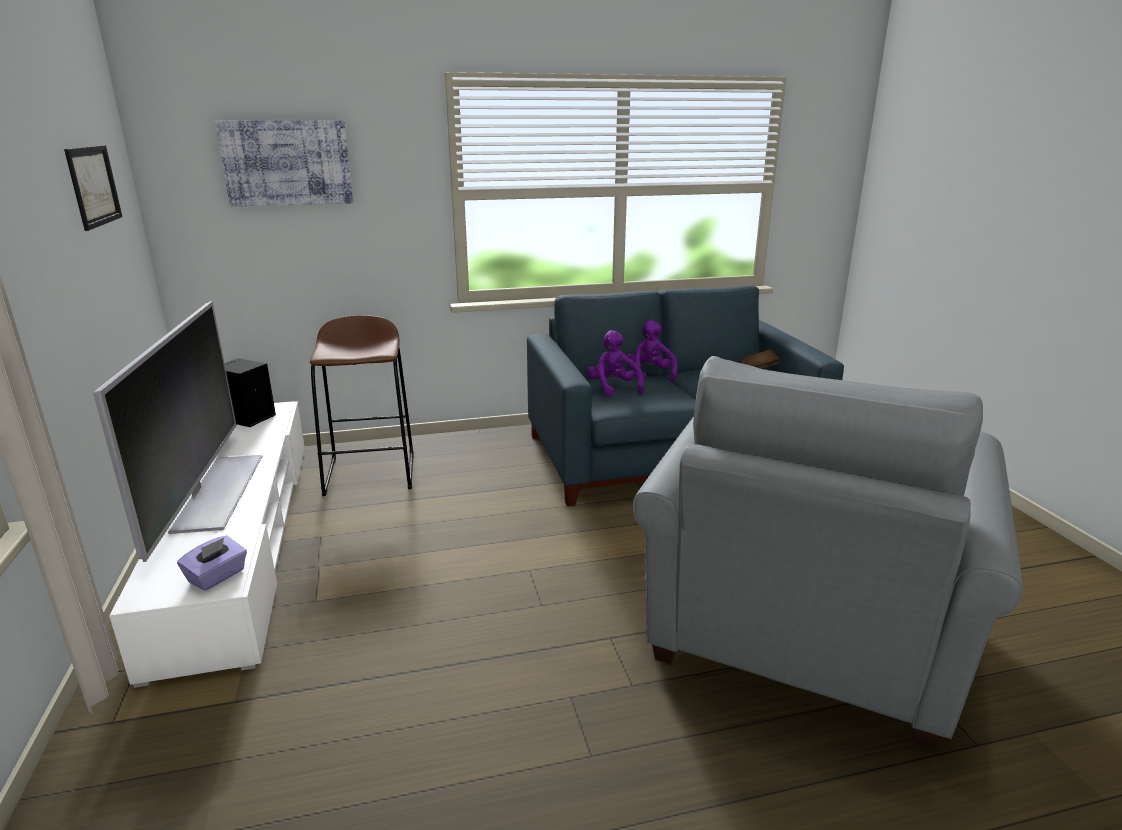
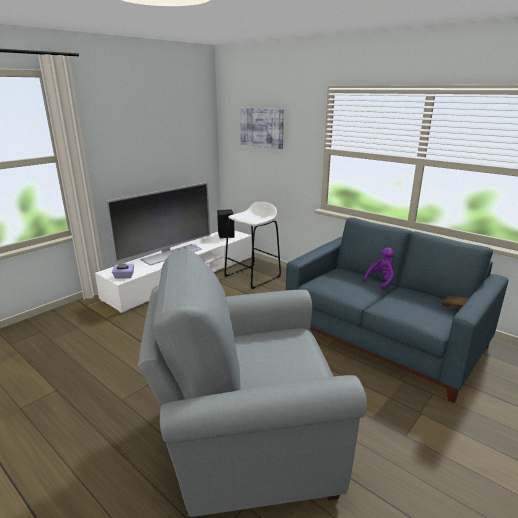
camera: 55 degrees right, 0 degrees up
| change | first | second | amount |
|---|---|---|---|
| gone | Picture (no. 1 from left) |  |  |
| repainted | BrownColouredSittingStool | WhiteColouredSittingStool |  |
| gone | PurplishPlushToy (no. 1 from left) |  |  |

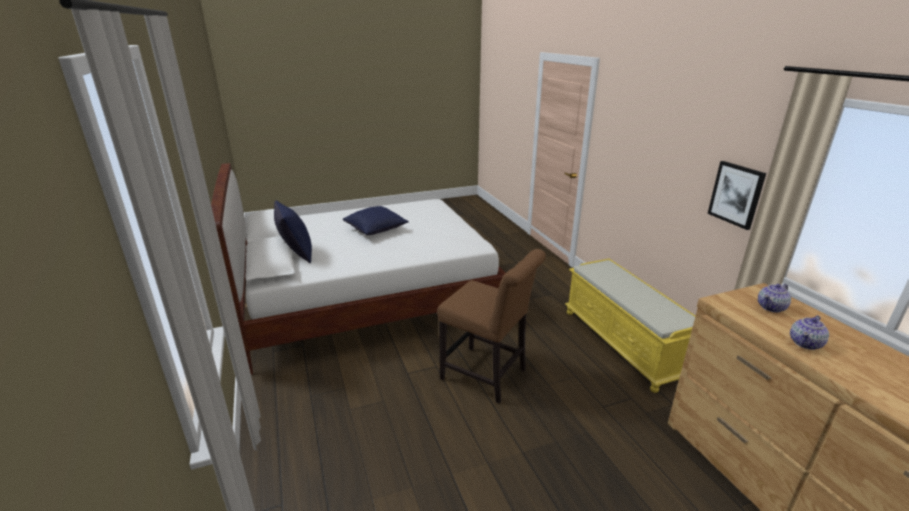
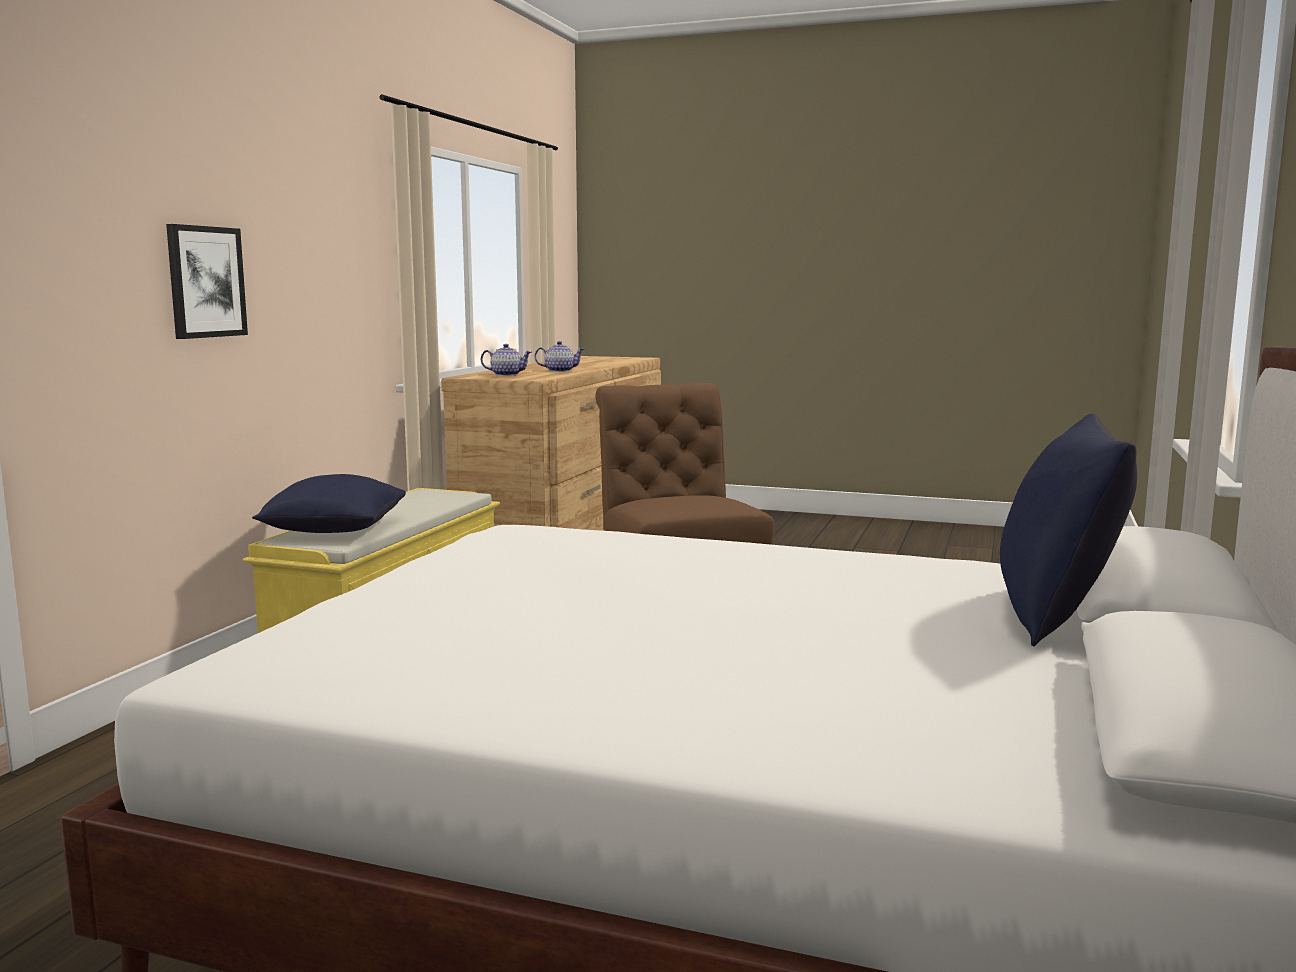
camera: 140 degrees left, 15 degrees down
| change | first | second | amount |
|---|---|---|---|
| shifted | Picture |  |  |
| shifted | BluishCushion (no. 2 from left in the first image) | BluishCushion (no. 1 from left) |  |

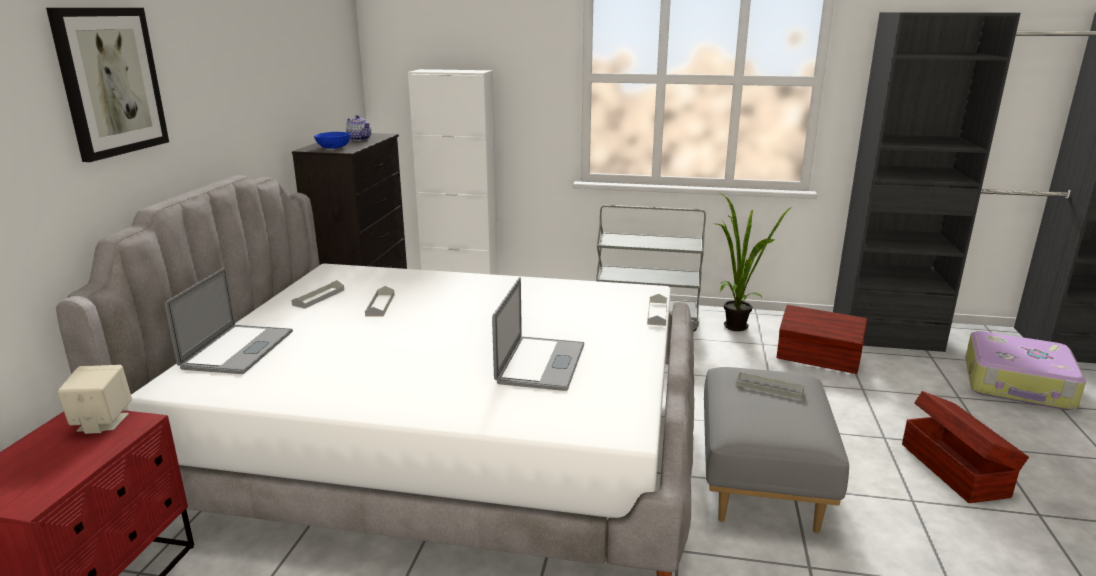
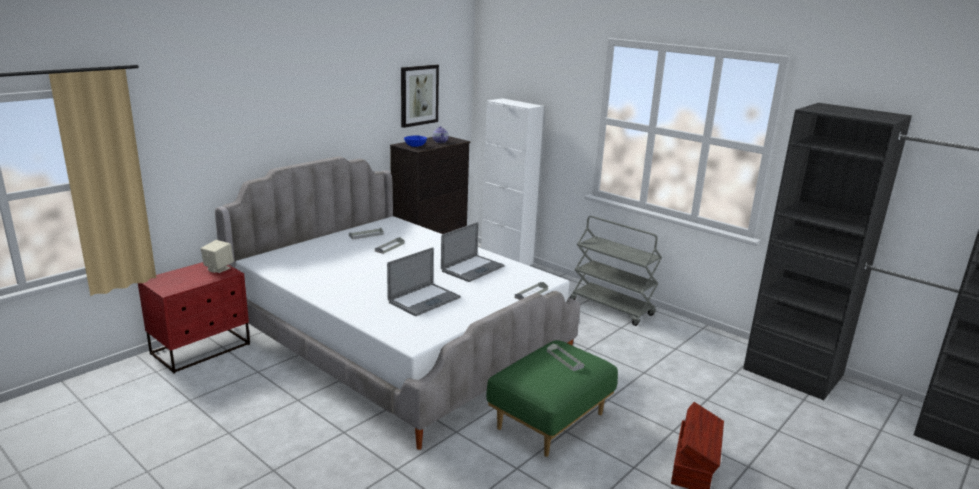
camera: 30 degrees right, 0 degrees up
| change | first | second | amount |
|---|---|---|---|
| shifted | Picture |  |  |
| gone | Houseplant |  |  |
| shifted | PortableComputer (no. 1 from left in the first image) | PortableComputer (no. 2 from left) |  |
| gone | BrownColouredStorageContainer (no. 1 from left) |  |  |
| gone | PieceOfLuggage |  |  |
| repainted | GreyPouffe | GreenishPouffe |  |

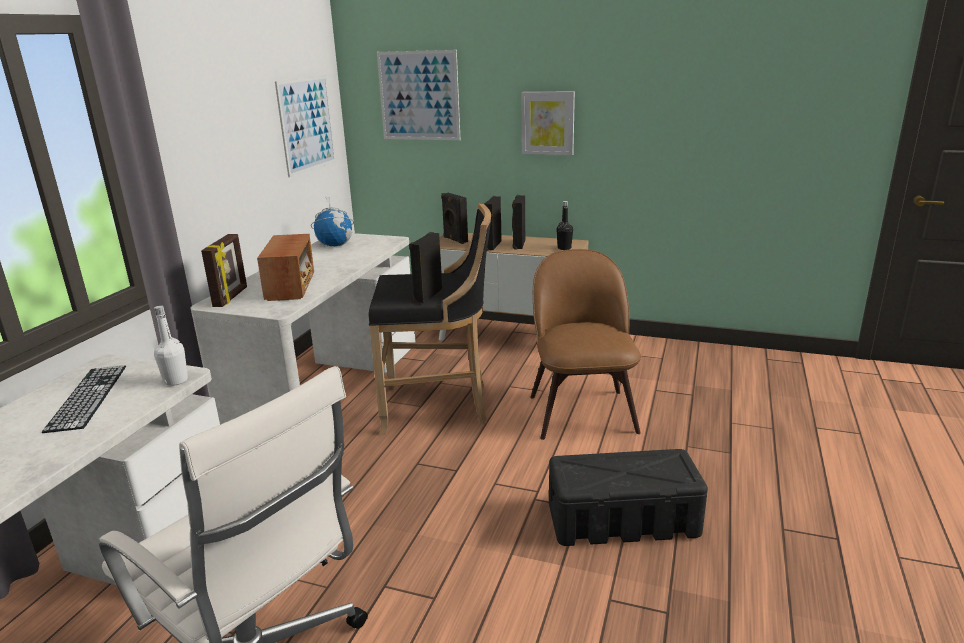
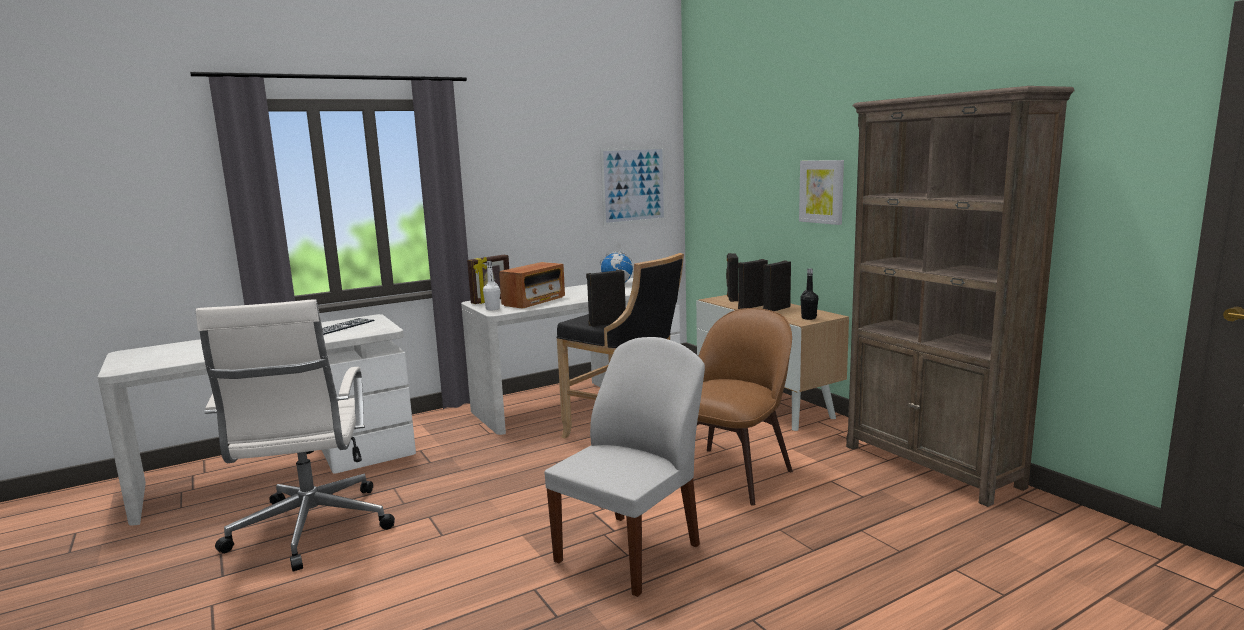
camera: 40 degrees right, 10 degrees down
| change | first | second | amount |
|---|---|---|---|
| gone | Picture (no. 2 from left) |  |  |
| shifted | WhiteColouredDrinkBottle |  |  |
| swapped | BlackishStorageContainer | WhiteColouredUprightChair |  |
| new |  | BrownColouredShelvingUnit |  |

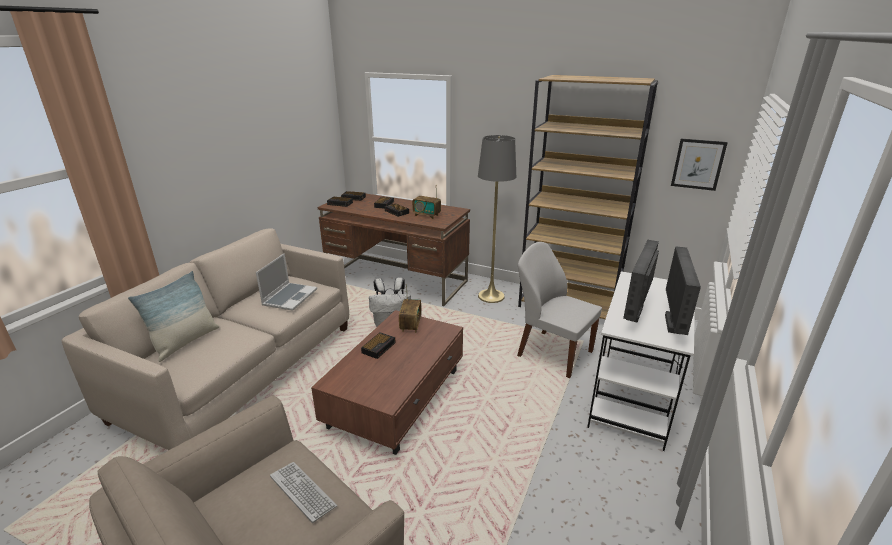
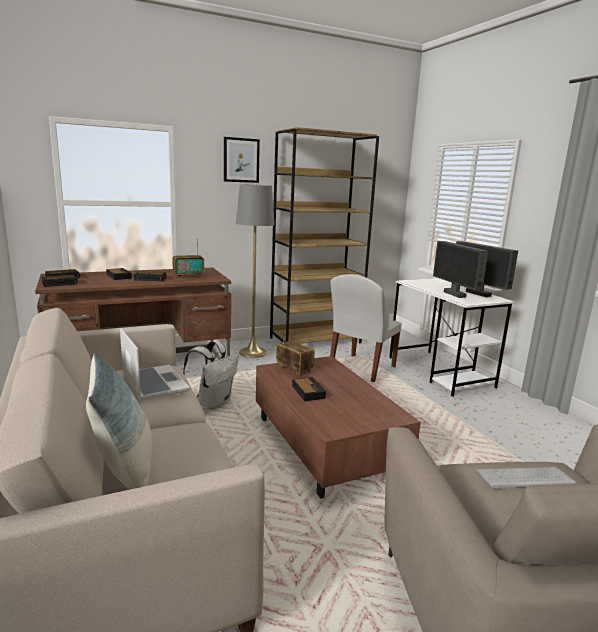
camera: 50 degrees left, 10 degrees down
| change | first | second | amount |
|---|---|---|---|
| shifted | Picture |  |  |
| rotated | WhiteColouredUprightChair |  | 45 degrees counterclockwise |

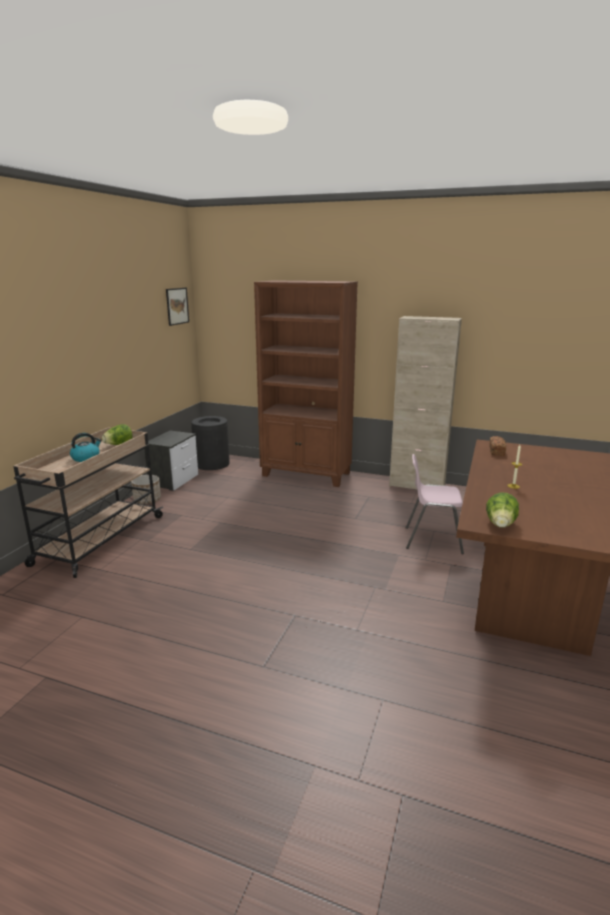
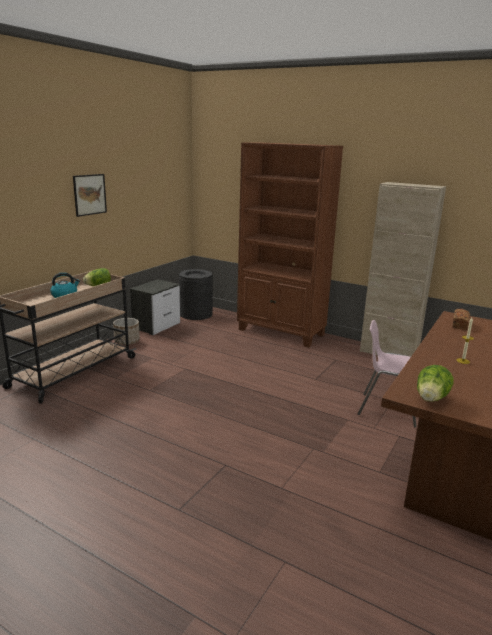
camera: 10 degrees right, 0 degrees up
| change | first | second | amount |
|---|---|---|---|
| shifted | Picture |  |  |

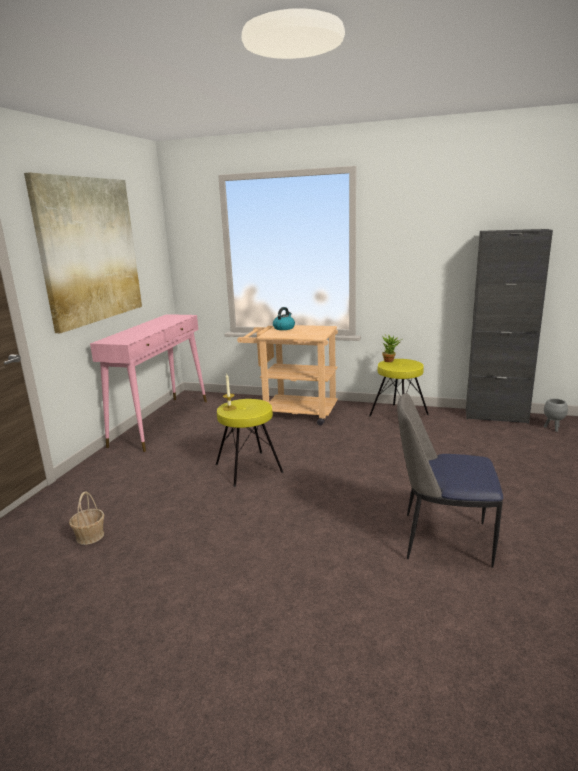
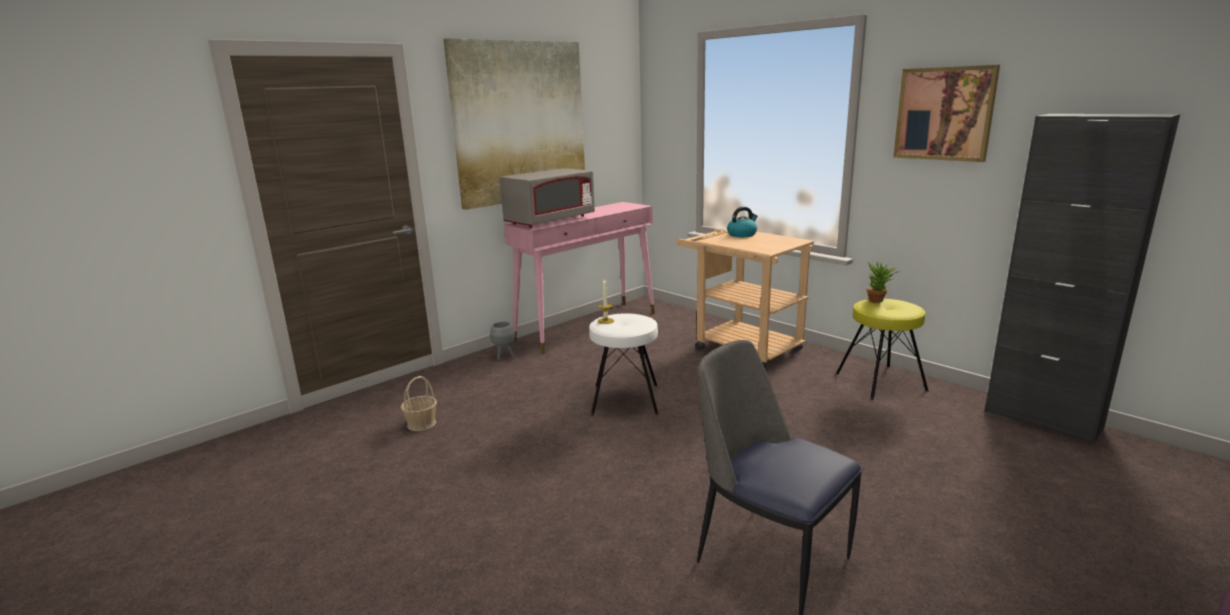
camera: 30 degrees right, 0 degrees up
| change | first | second | amount |
|---|---|---|---|
| repainted | YellowishSittingStool (no. 1 from left) | WhiteColouredSittingStool |  |
| shifted | GreyPlantPot |  |  |
| new |  | Picture (no. 2 from left) |  |
| new |  | GreyMicrowave |  |

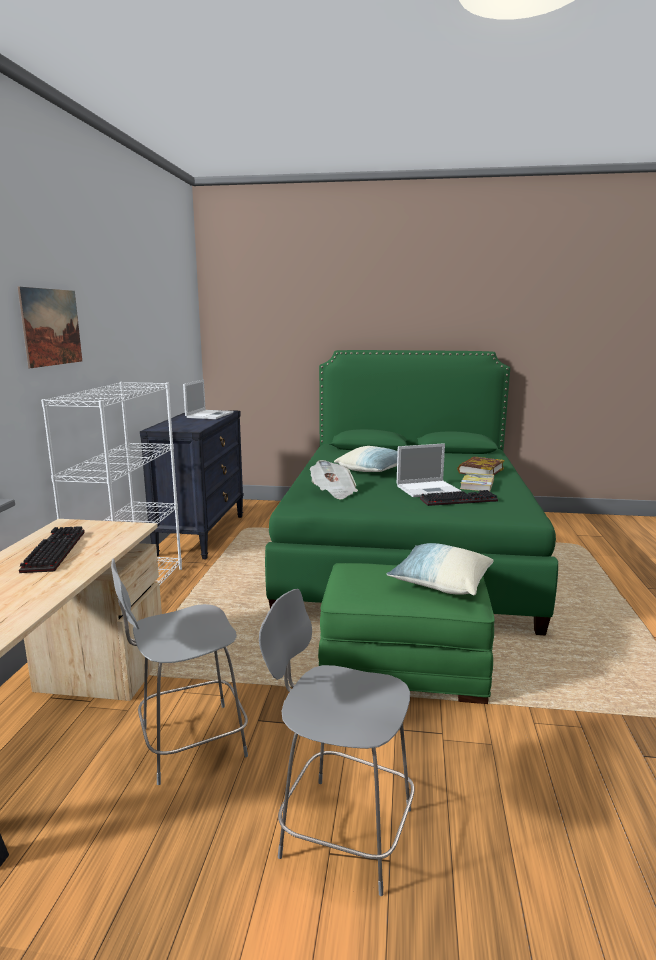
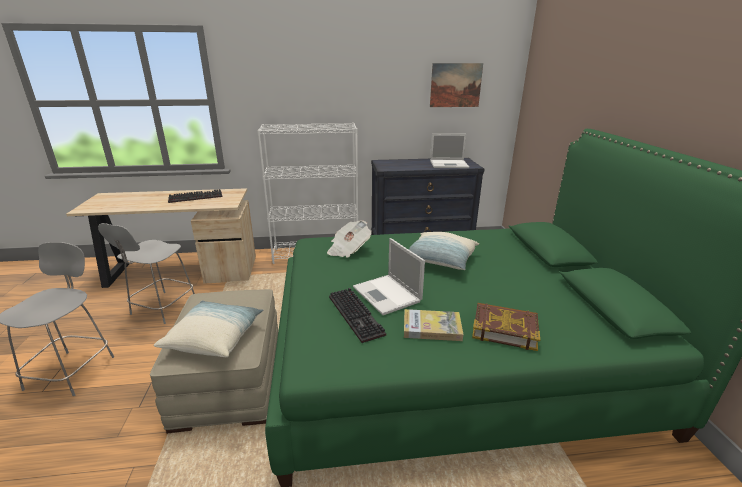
camera: 75 degrees right, 10 degrees up
| change | first | second | amount |
|---|---|---|---|
| shifted | Picture |  |  |
| rotated | GreyUprightChair (no. 1 from left in the first image) | GreyUprightChair (no. 2 from left) | 120 degrees counterclockwise |
| repainted | GreenishPouffe | BeigeColouredPouffe |  |

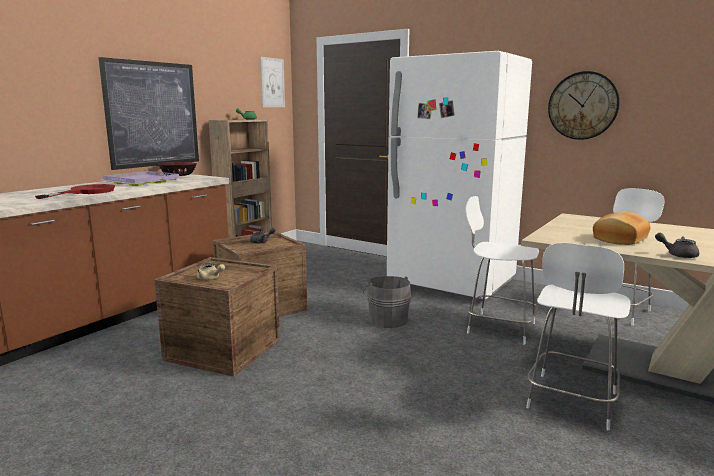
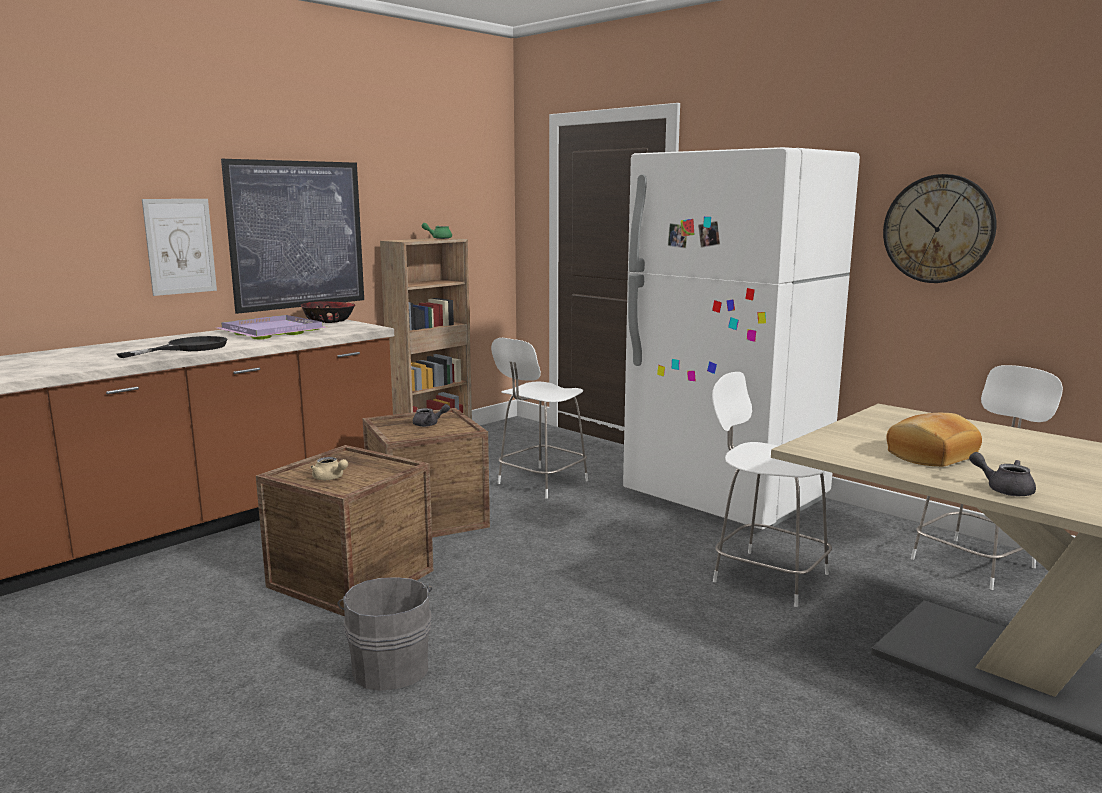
camera: 10 degrees right, 0 degrees up
| change | first | second | amount |
|---|---|---|---|
| shifted | Picture (no. 2 from left in the first image) | Picture (no. 1 from left) |  |
| repainted | RedColouredFryingPan | BlackishFryingPan |  |
| shifted | WhiteColouredUprightChair (no. 2 from left in the first image) | WhiteColouredUprightChair (no. 1 from left) |  |
| shifted | GreyBucket |  |  |

